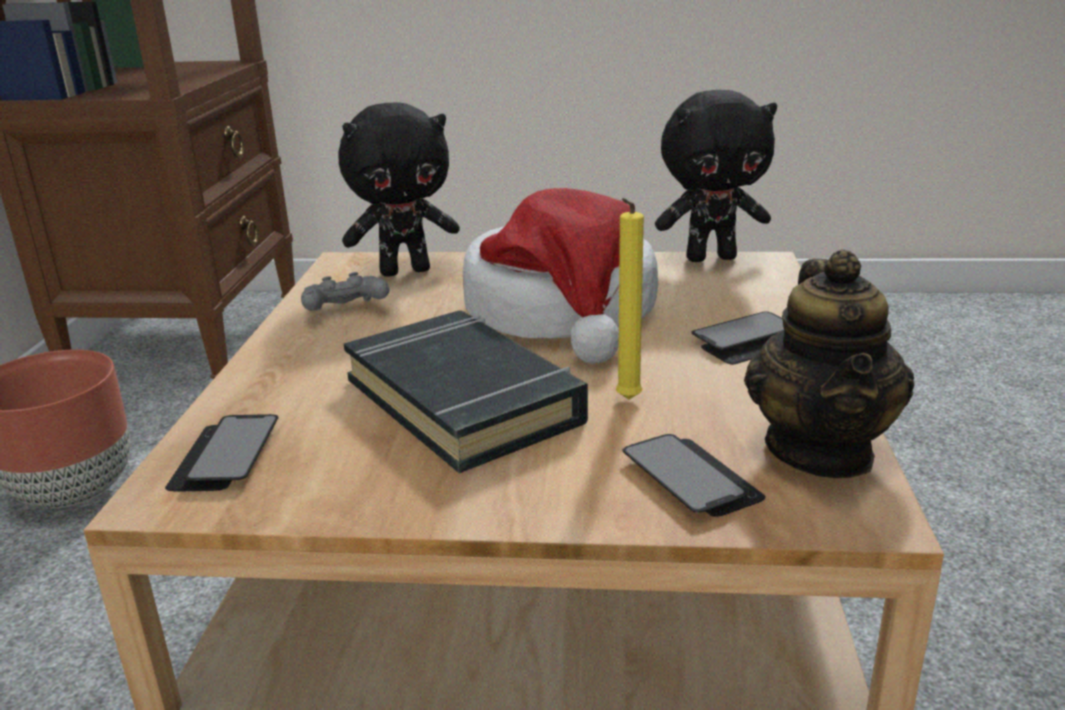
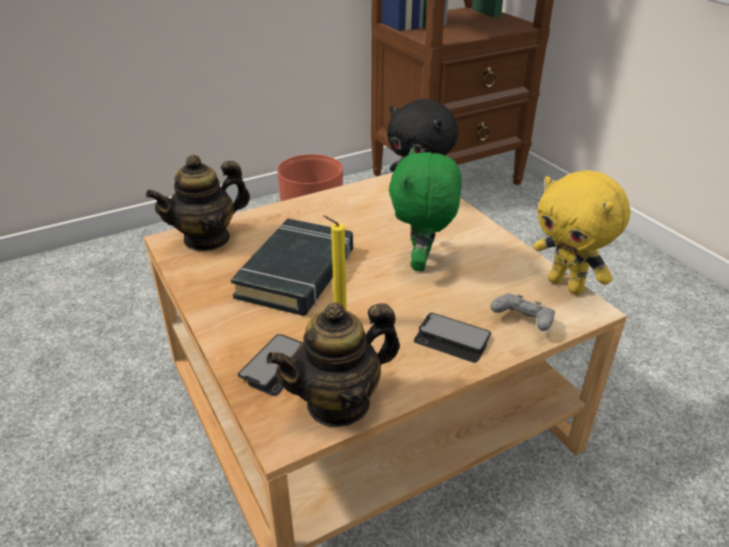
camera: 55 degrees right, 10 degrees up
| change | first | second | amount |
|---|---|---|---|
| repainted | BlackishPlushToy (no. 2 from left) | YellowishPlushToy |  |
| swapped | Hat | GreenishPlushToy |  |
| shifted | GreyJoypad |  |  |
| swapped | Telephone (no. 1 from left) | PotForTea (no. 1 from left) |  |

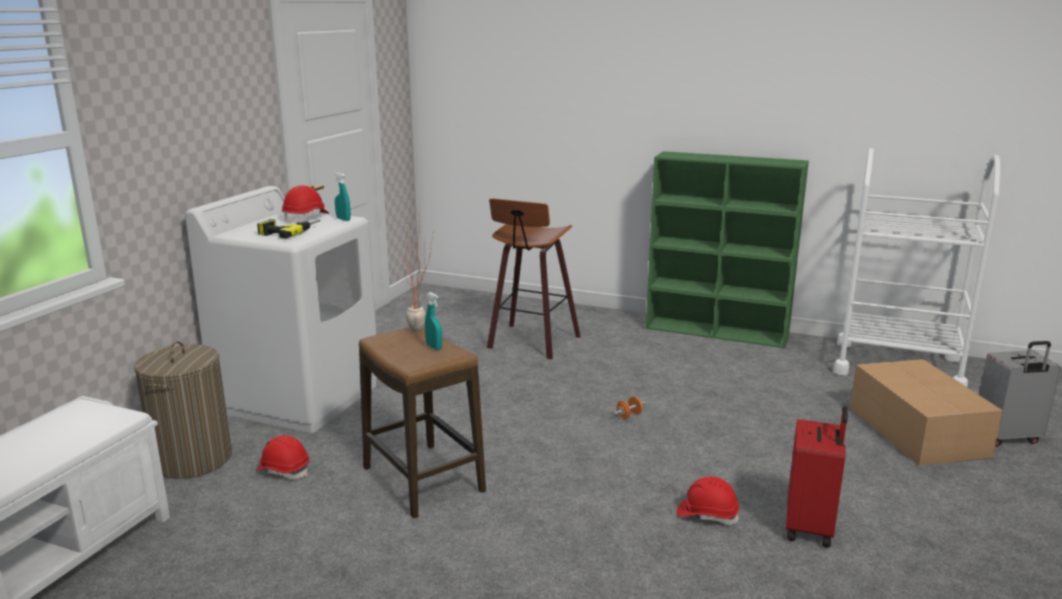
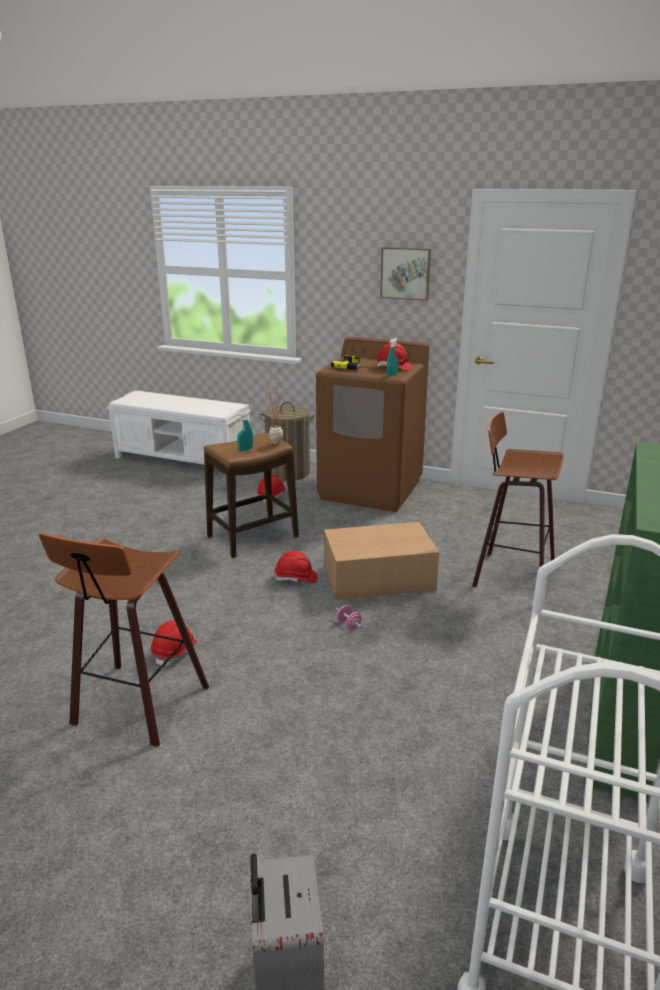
camera: 90 degrees right, 5 degrees up
| change | first | second | amount |
|---|---|---|---|
| repainted | WhiteColouredLaundryAppliance | BrownColouredLaundryAppliance |  |
| shifted | CardboardBox |  |  |
| repainted | OrangeColouredDumbbell | PinkDumbbell |  |
| swapped | RedColouredPieceOfLuggage | SittingStool (no. 1 from left) |  |
| new |  | Picture |  |
| new |  | RedColouredSafetyHelmet (no. 3 from left) |  |

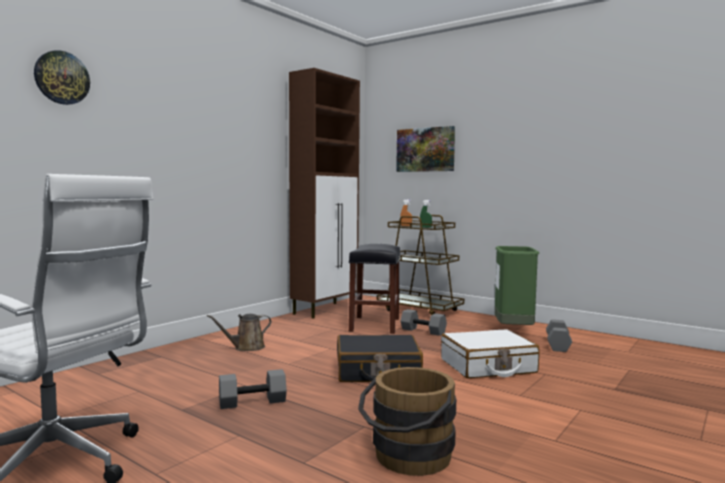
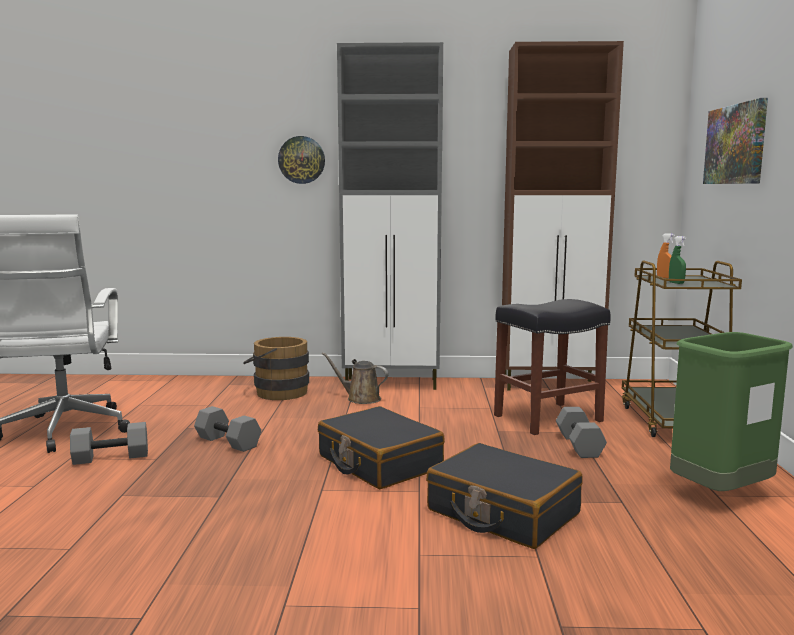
camera: 55 degrees right, 5 degrees up
| change | first | second | amount |
|---|---|---|---|
| shifted | ClockOnTheWall |  |  |
| shifted | GreyDumbbell (no. 3 from left in the first image) | GreyDumbbell (no. 1 from left) |  |
| repainted | WhiteColouredPieceOfLuggage | BlackishPieceOfLuggage (no. 2 from left) |  |
| shifted | BrownColouredBucket |  |  |
| new |  | GreyCupboard |  |

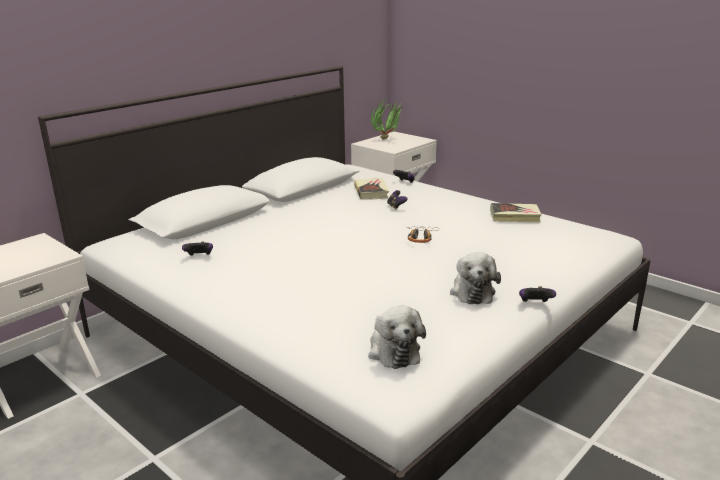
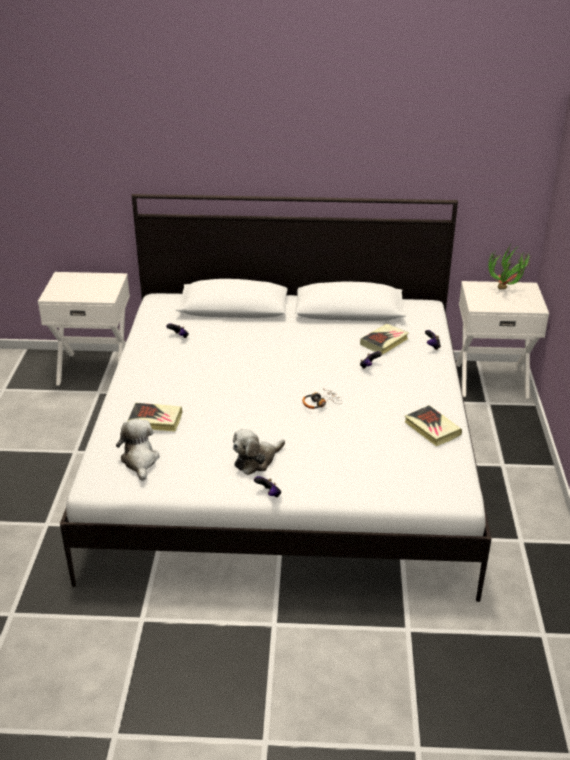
camera: 50 degrees right, 10 degrees up
| change | first | second | amount |
|---|---|---|---|
| rotated | PlushToy (no. 1 from left) |  | 135 degrees clockwise |
| new |  | BoundBook (no. 1 from left) |  |

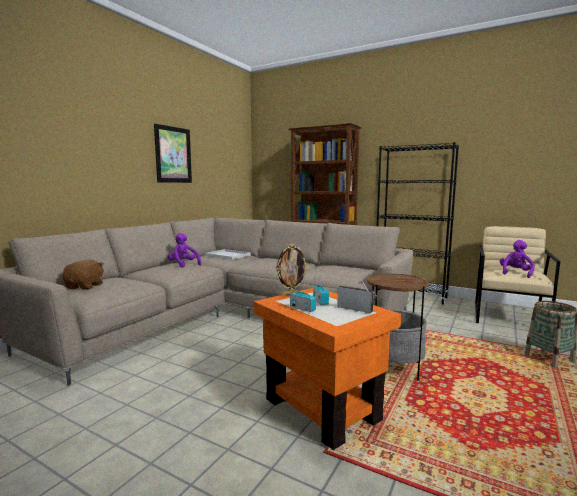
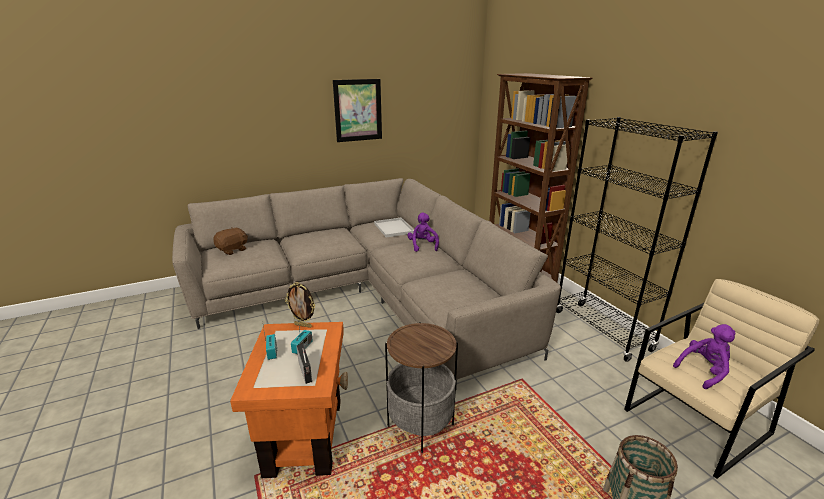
camera: 35 degrees right, 15 degrees up
| change | first | second | amount |
|---|---|---|---|
| shifted | PurplishPlushToy (no. 1 from left) |  |  |

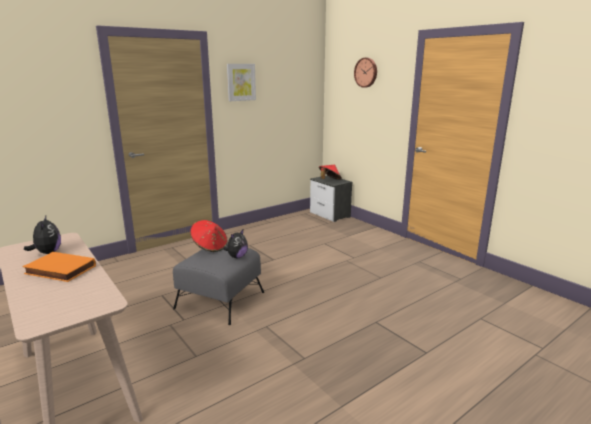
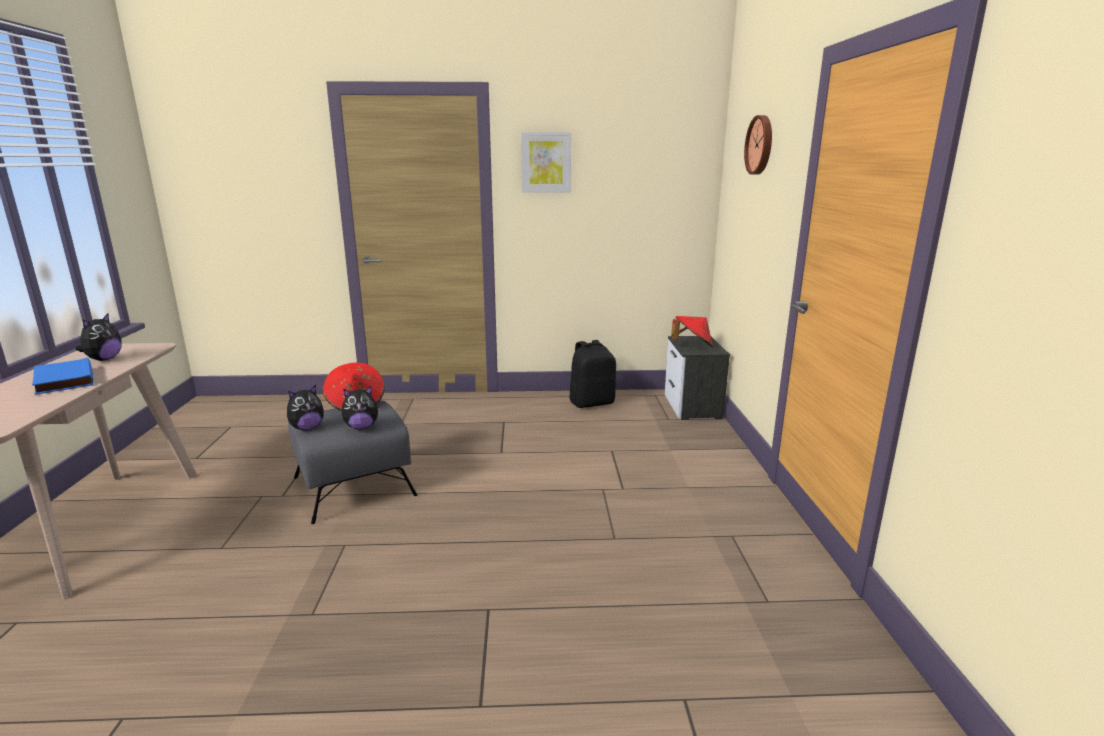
camera: 35 degrees right, 0 degrees up
| change | first | second | amount |
|---|---|---|---|
| repainted | OrangeColouredBoundBook | BluishBoundBook |  |
| new |  | BlackishKnapsack |  |
| new |  | PlushToy (no. 2 from left) |  |

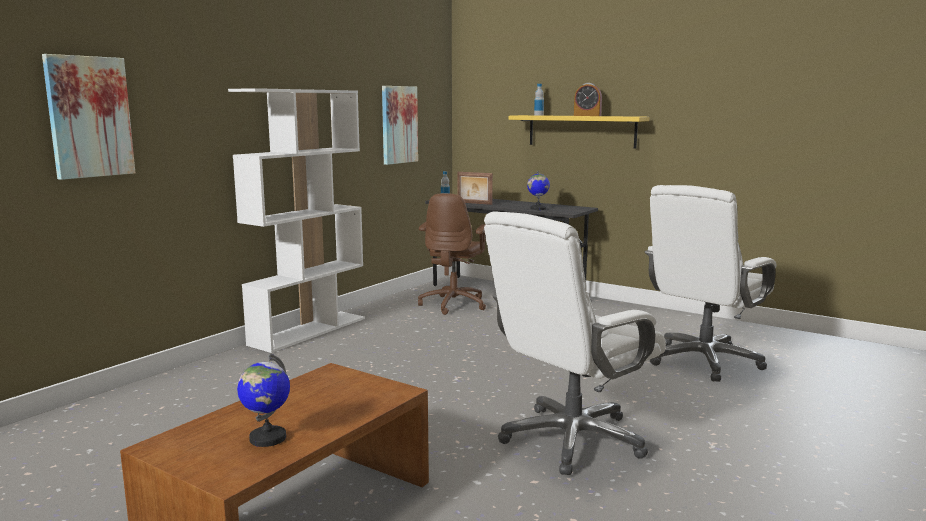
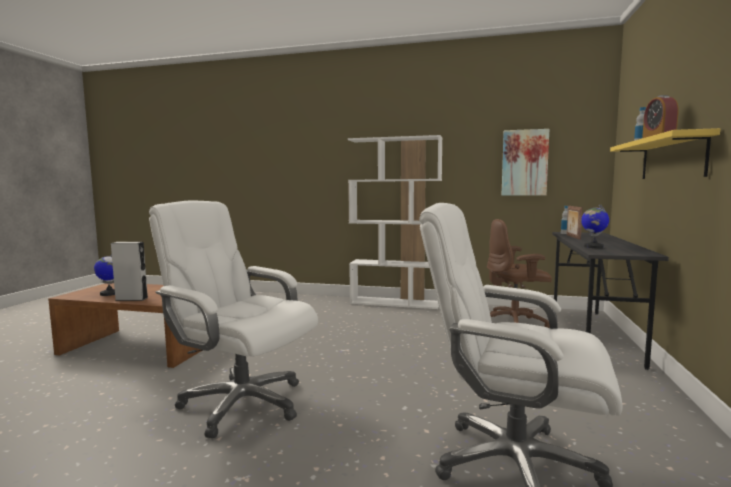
camera: 70 degrees right, 5 degrees down
| change | first | second | amount |
|---|---|---|---|
| gone | Picture (no. 1 from left) |  |  |
| new |  | GreyAudioSpeaker |  |

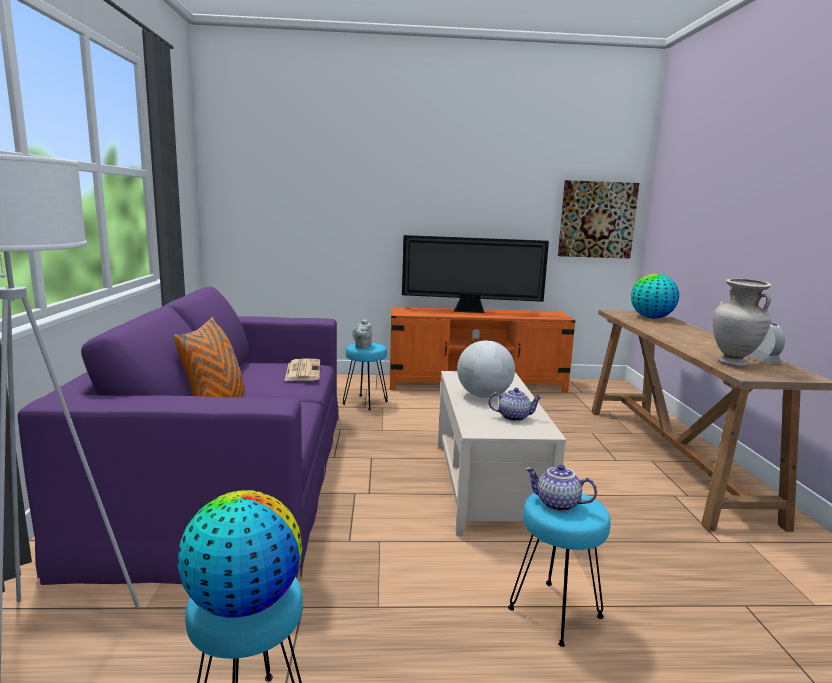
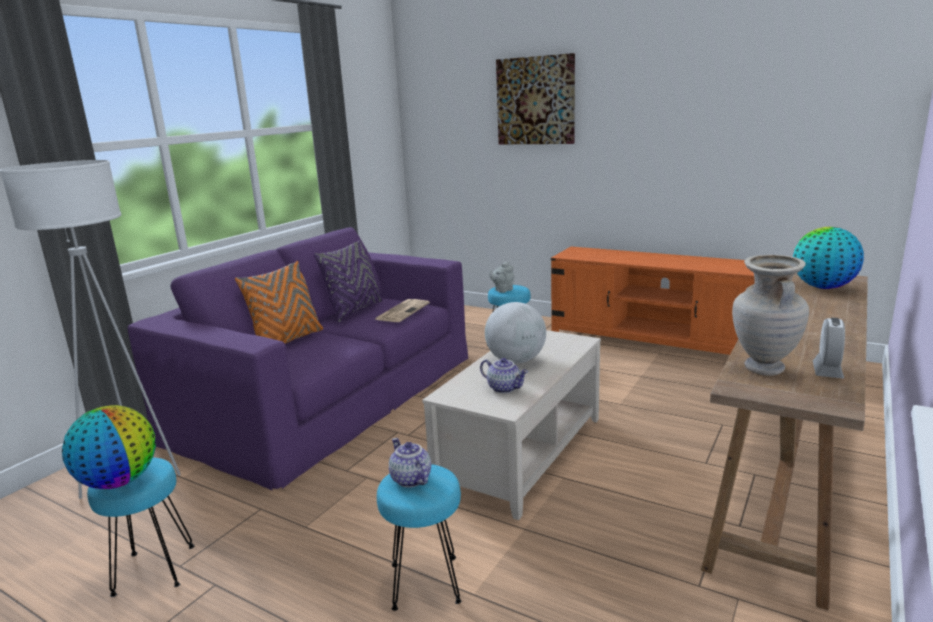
camera: 35 degrees right, 5 degrees up
| change | first | second | amount |
|---|---|---|---|
| shifted | Picture |  |  |
| gone | Tv |  |  |
| new |  | PurplishCushion |  |

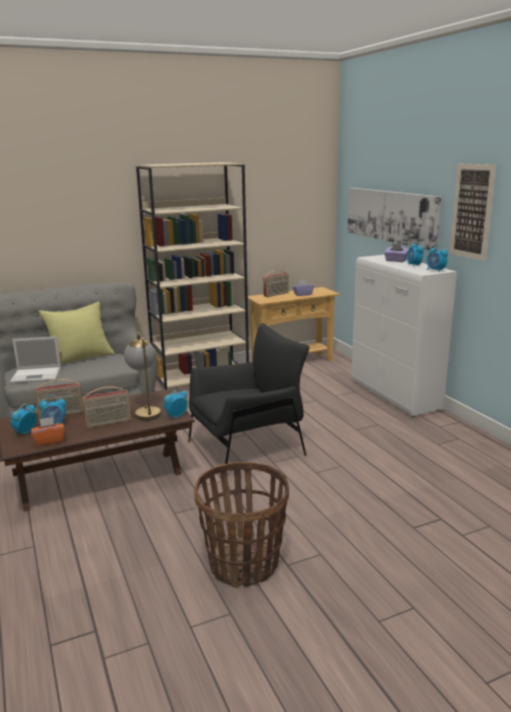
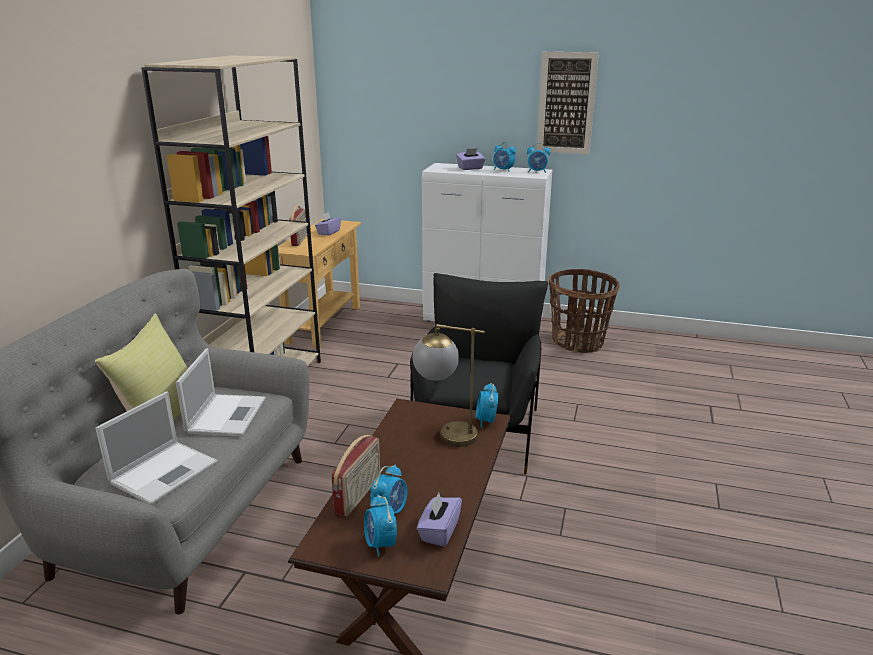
camera: 50 degrees left, 5 degrees up
| change | first | second | amount |
|---|---|---|---|
| gone | Picture (no. 1 from left) |  |  |
| gone | RadioReceiver (no. 2 from left) |  |  |
| repainted | OrangeColouredTissueHolder | PurplishTissueHolder (no. 2 from left) |  |
| shifted | StorageBasket |  |  |
| new |  | PortableComputer (no. 2 from left) |  |

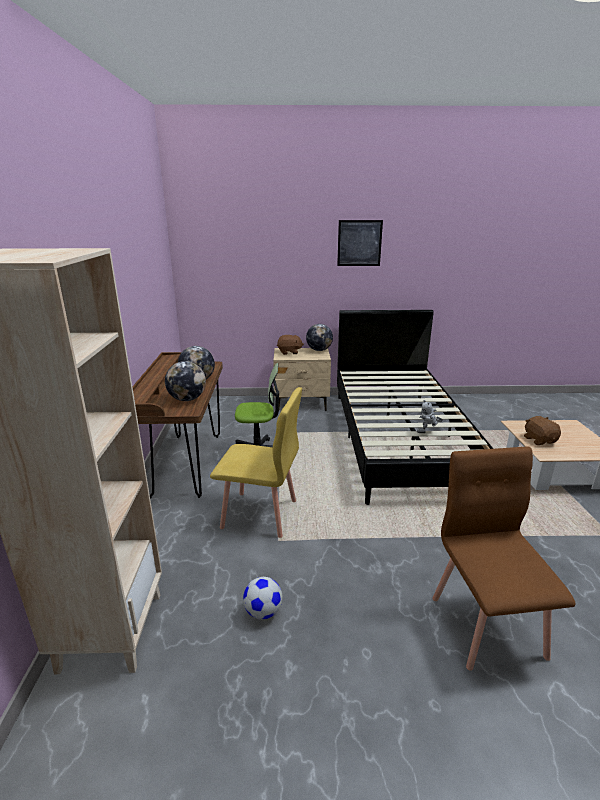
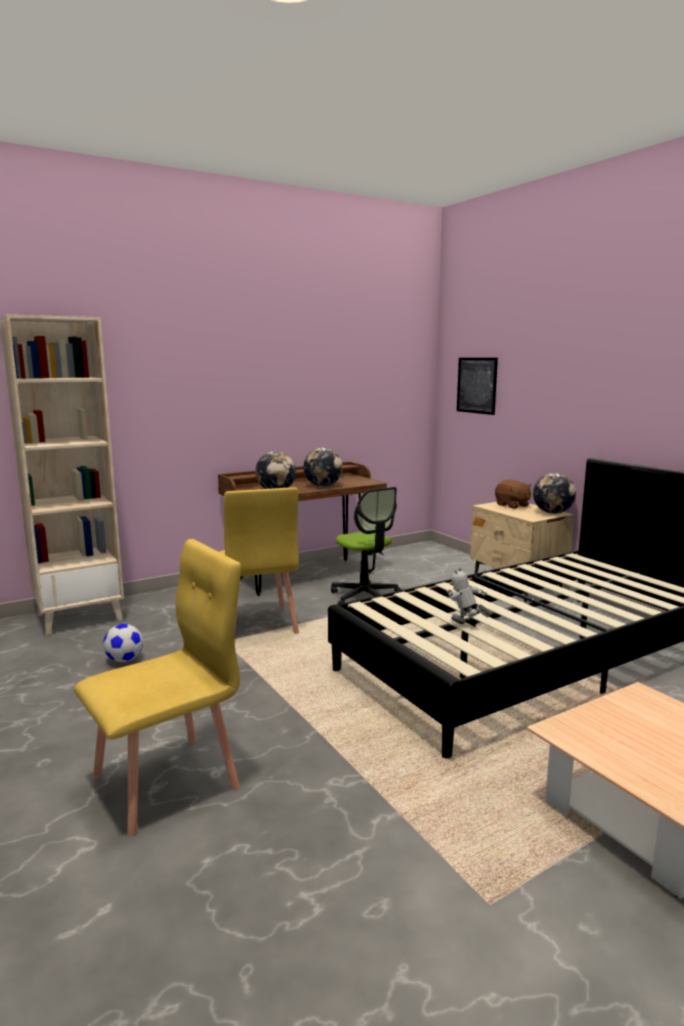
camera: 60 degrees right, 10 degrees down
| change | first | second | amount |
|---|---|---|---|
| shifted | Picture |  |  |
| gone | BrownColouredPlushToy (no. 2 from left) |  |  |
| repainted | BrownColouredUprightChair | YellowishUprightChair (no. 1 from left) |  |

